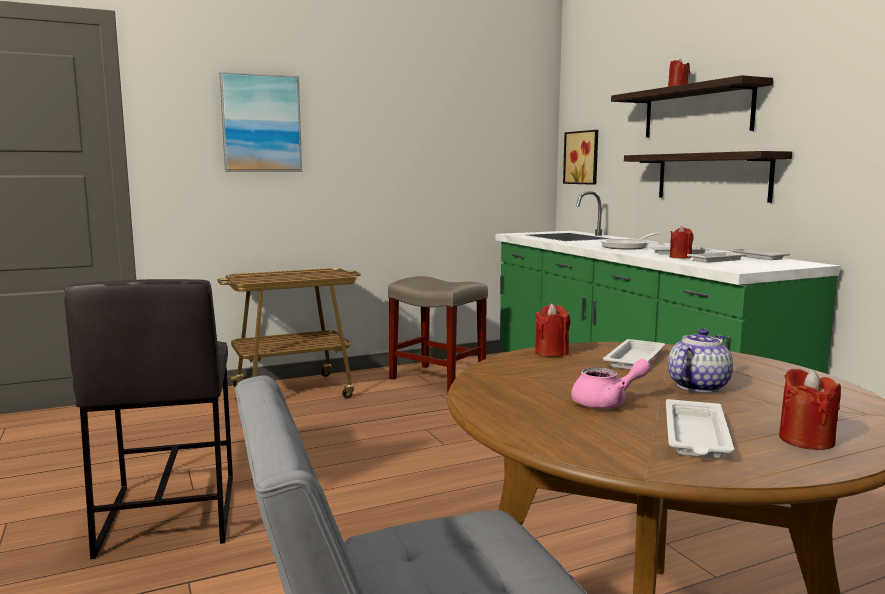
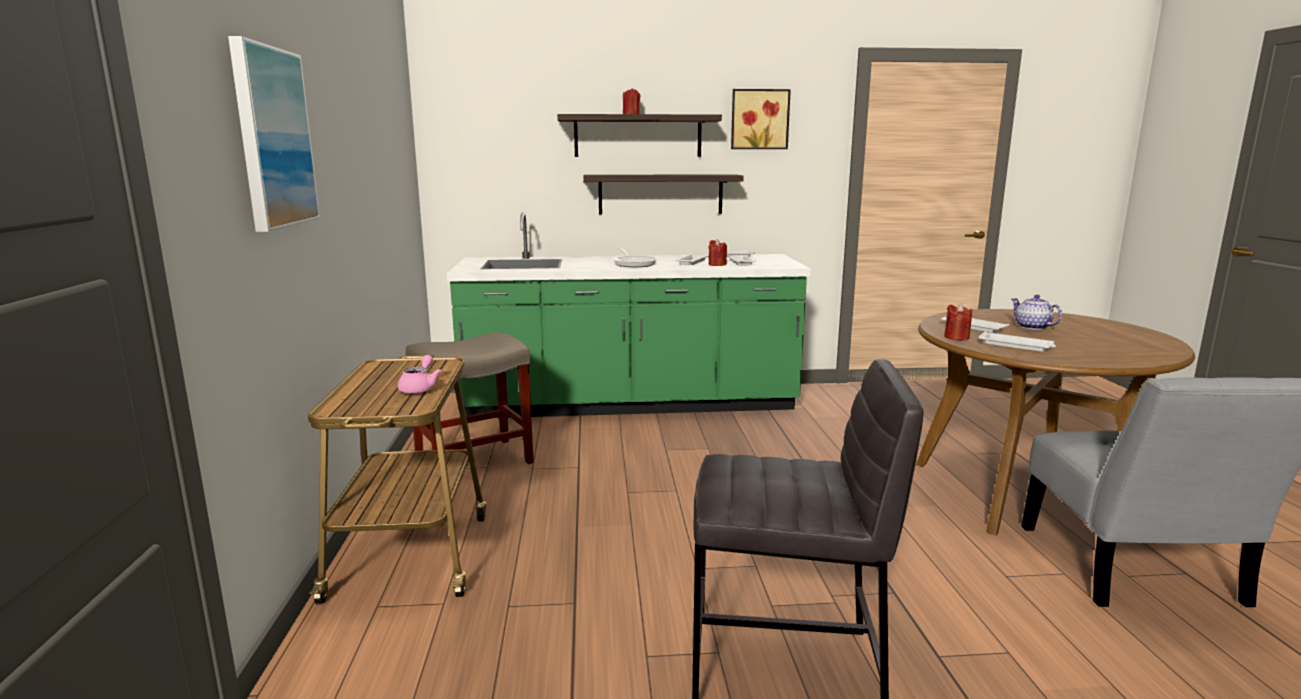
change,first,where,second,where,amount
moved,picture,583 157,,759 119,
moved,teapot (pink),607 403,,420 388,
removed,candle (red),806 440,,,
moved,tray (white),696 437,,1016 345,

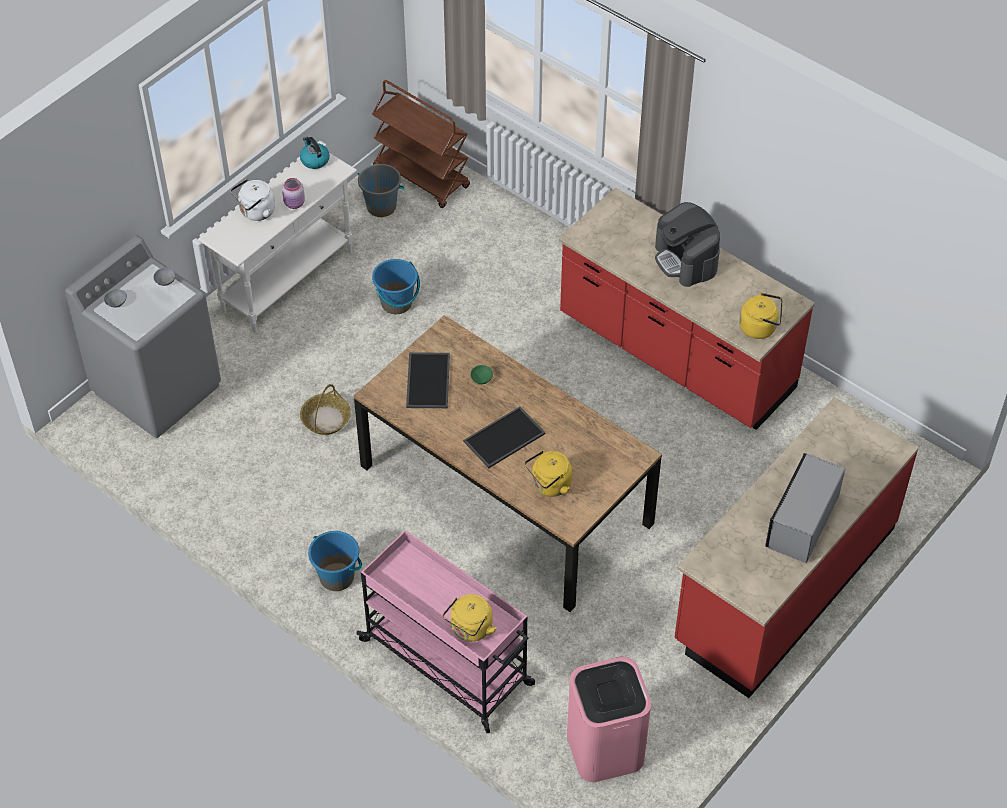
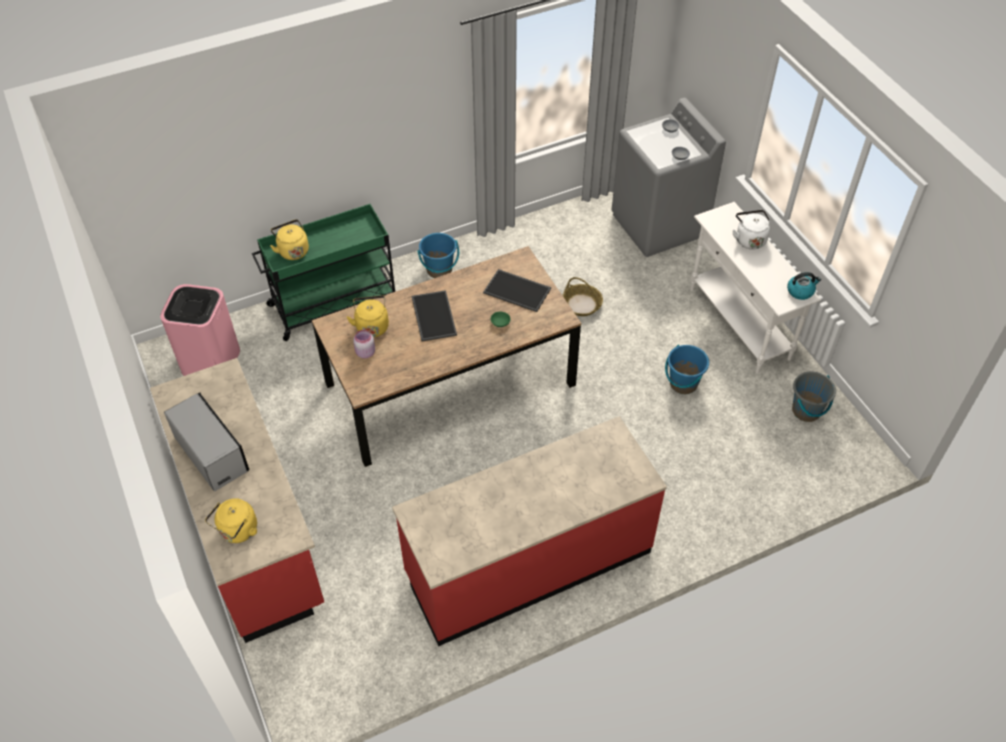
change,first,where,second,where,amount
removed,cart (brown),422 177,,,
moved,jar (pink),294 204,,365 352,
removed,coffee machine,686 260,,,
moved,kettle (yellow),760 327,,237 531,
recoloured,cart (pink),448 663,cart (green),333 303,

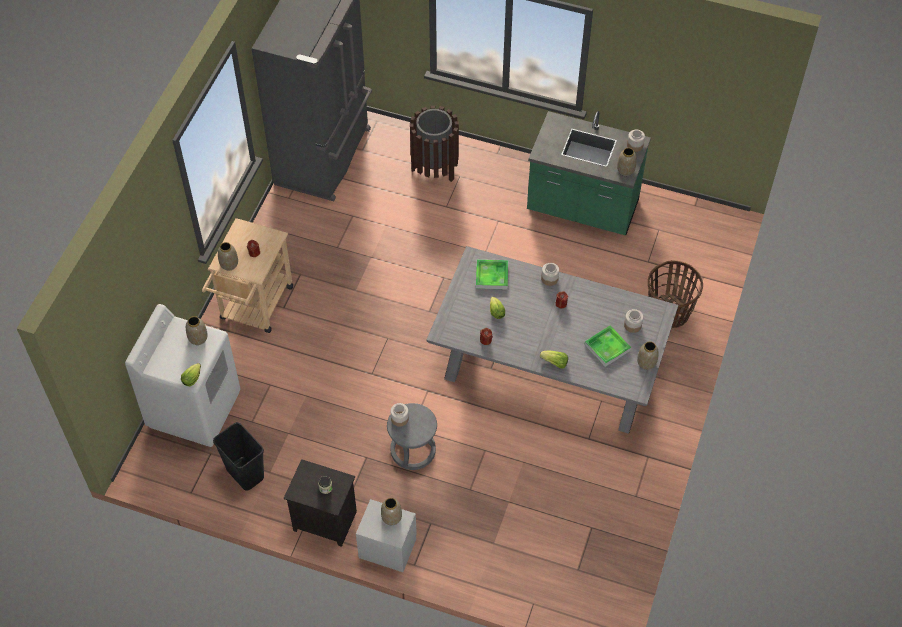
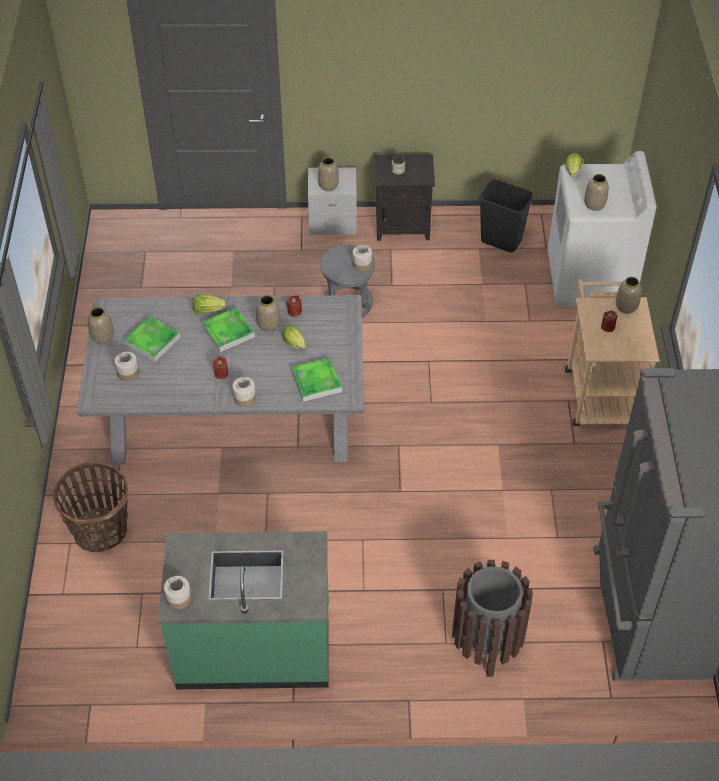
change,first,where,second,where,amount
moved,vase,625 170,,269 325,
added,,,tray,228 332,

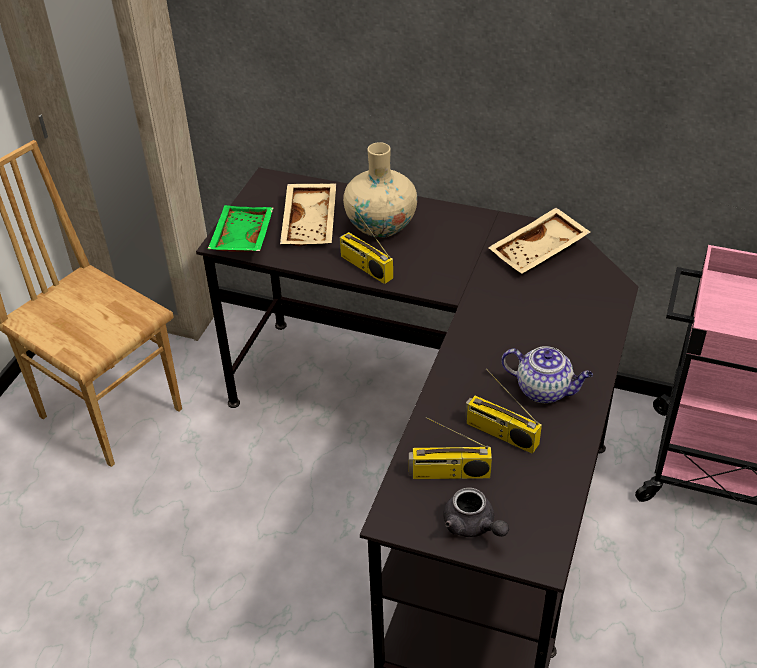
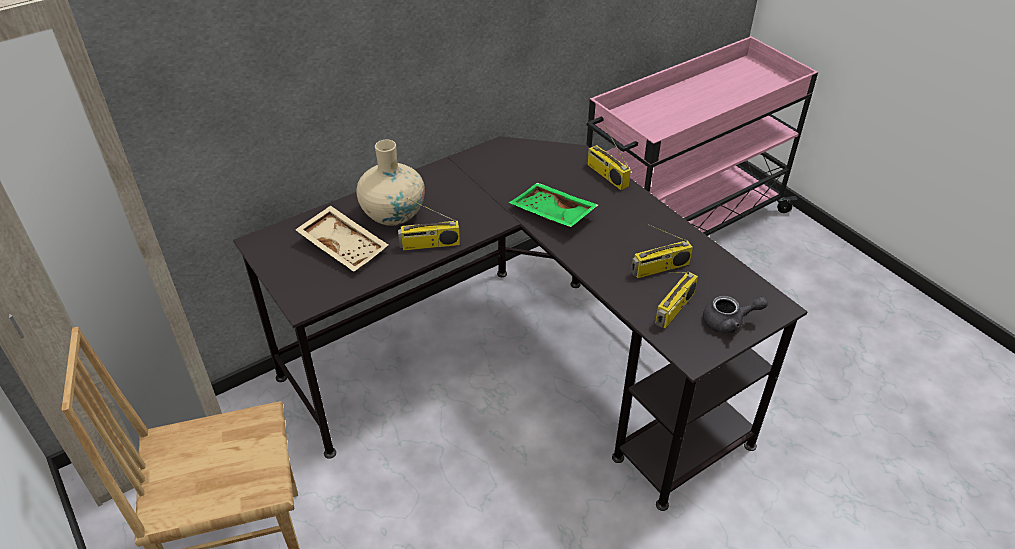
change,first,where,second,where,amount
moved,tray (green),241 238,,551 214,
removed,tray (beige),539 251,,,
removed,teapot,545 390,,,
added,,,radio,606 175,

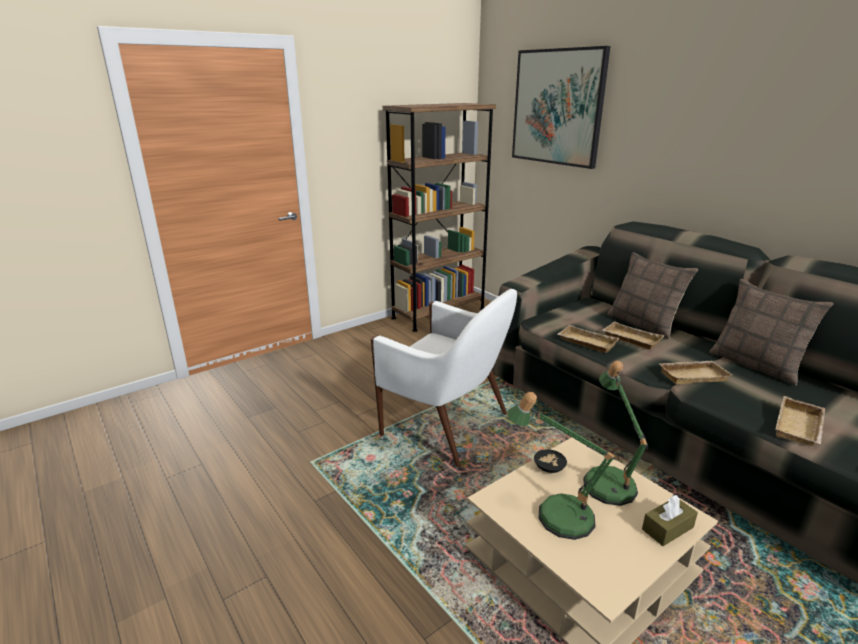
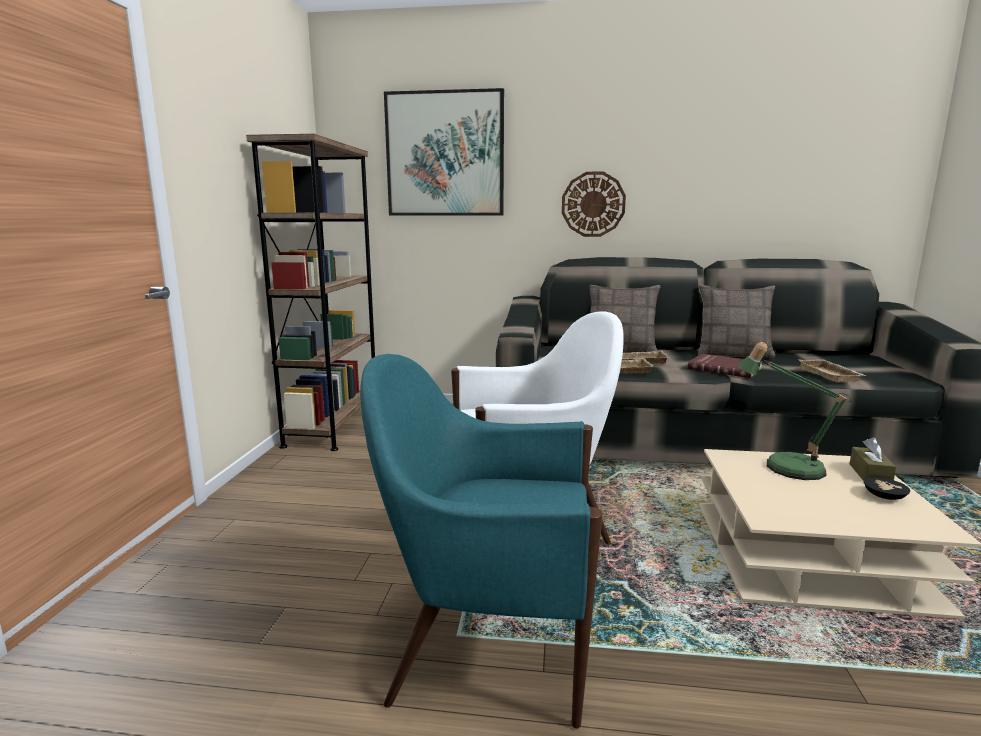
change,first,where,second,where,amount
replaced,tray (beige),692 375,book (red),725 368,
removed,table lamp,556 512,,,
moved,bowl (black),548 467,,884 497,
added,,,wall clock,593 204,
added,,,armchair (turquoise),487 639,

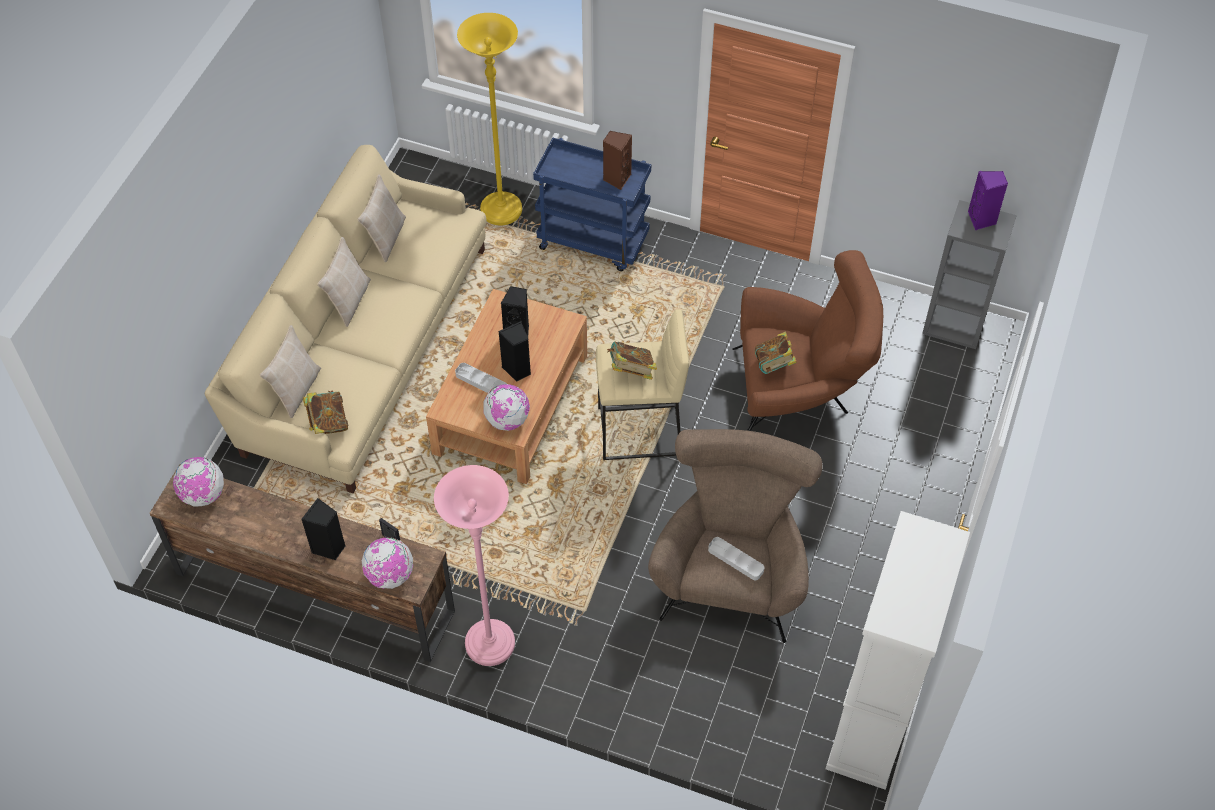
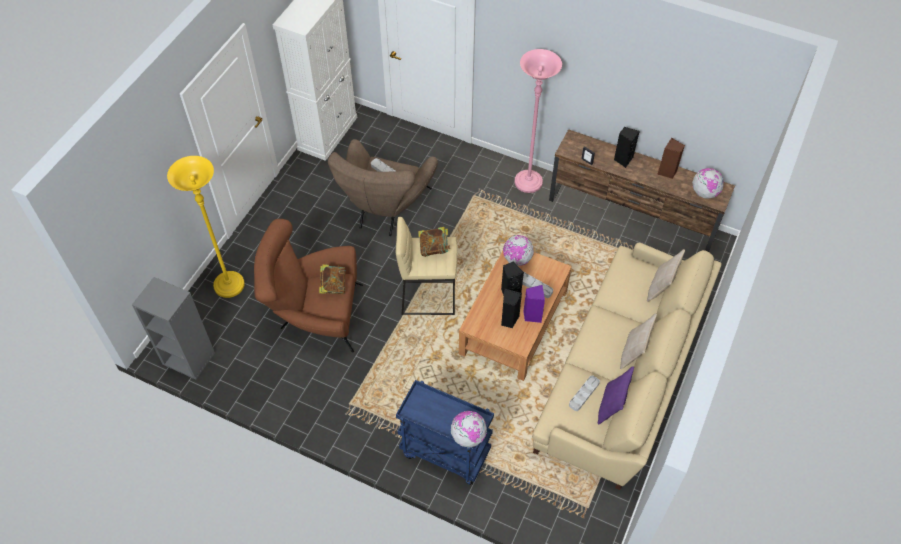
change,first,where,second,where,amount
moved,floor lamp (yellow),501 210,,229 285,
moved,speaker (brown),616 178,,667 172,
moved,speaker (purple),982 220,,532 315,
recoloured,pillow (beige),386 237,pillow (purple),611 406,
removed,book,327 423,,,
moved,globe,390 576,,468 436,
added,,,tray (grey),584 394,

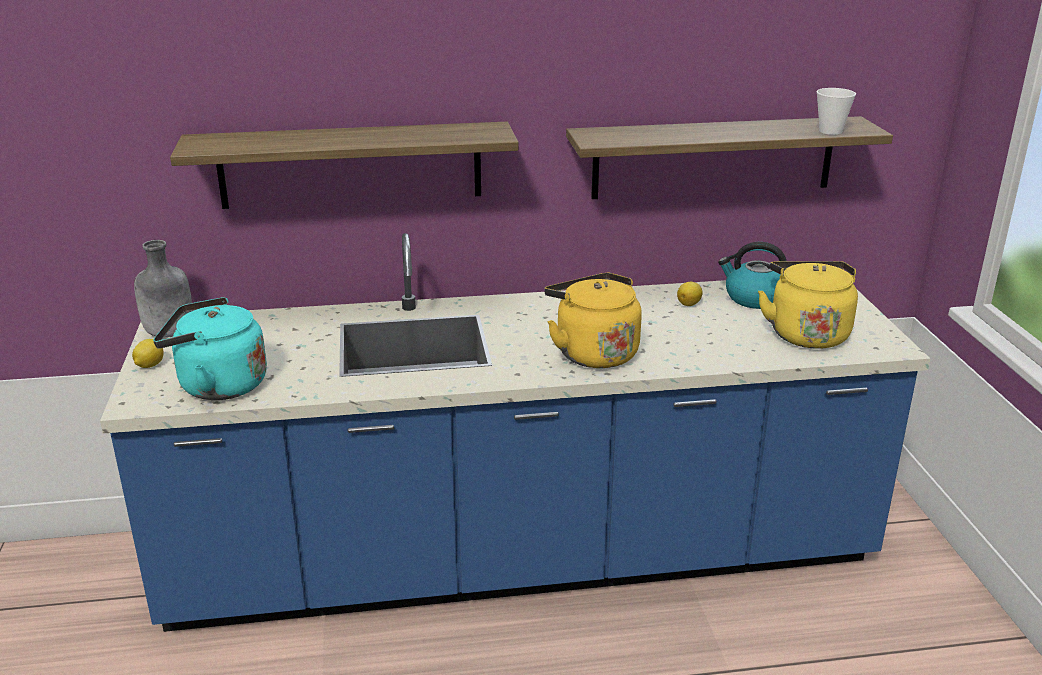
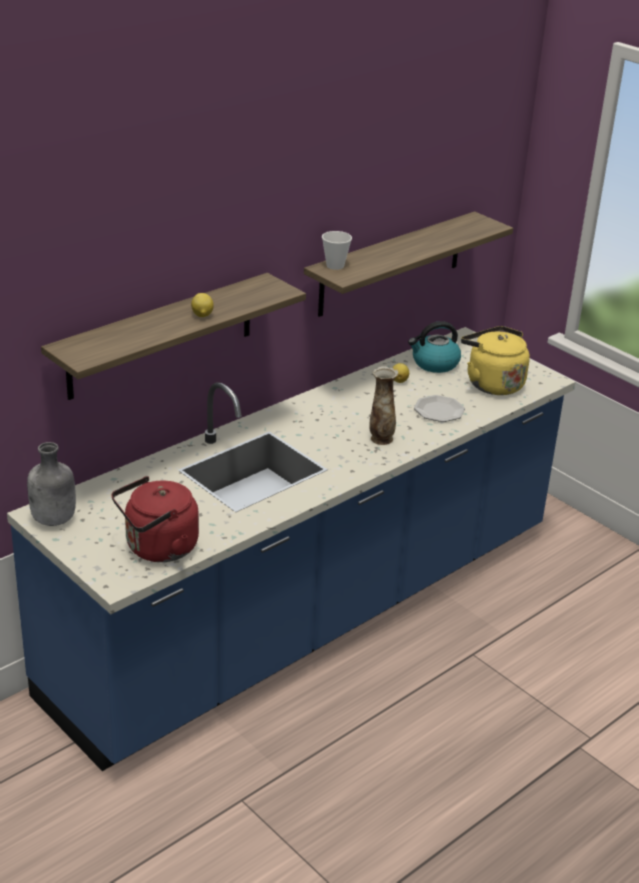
change,first,where,second,where,amount
moved,cup,830 131,,335 266,
replaced,kettle (yellow),593 352,vase,380 439,
recoloured,kettle (turquoise),217 385,kettle (red),158 549,
moved,lemon,149 365,,202 315,
added,,,plate,438 411,

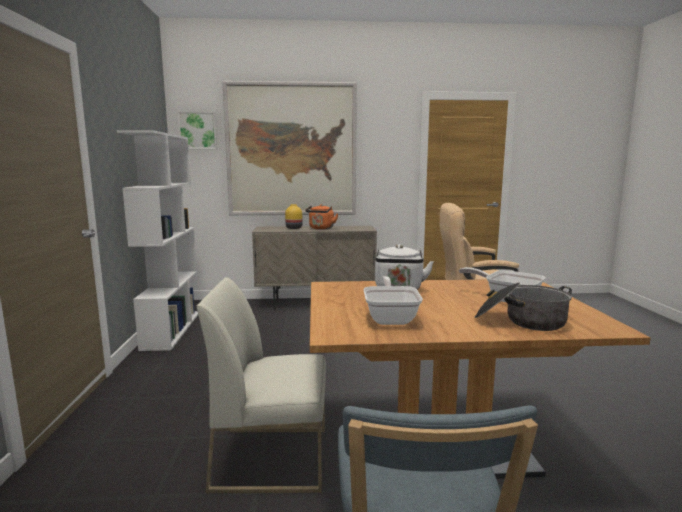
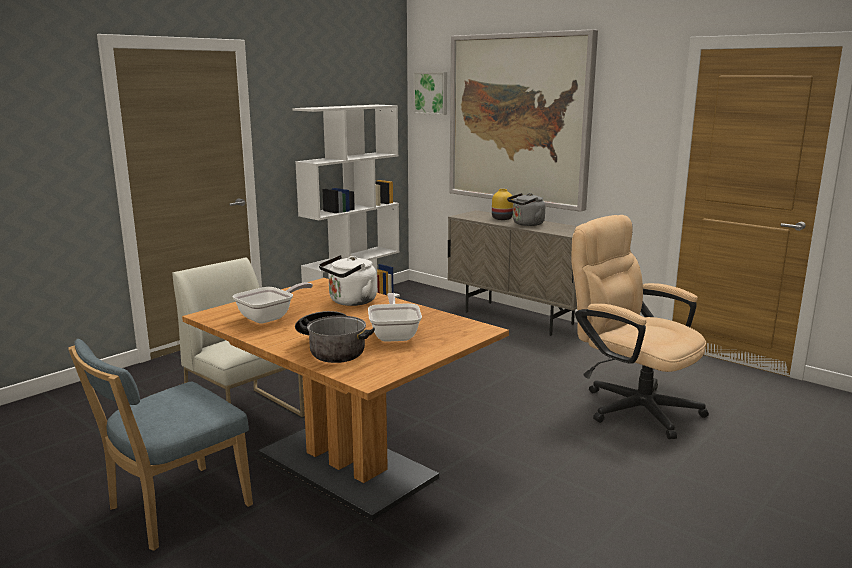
change,first,where,second,where,amount
recoloured,kettle (orange),321 228,kettle (grey),526 224,

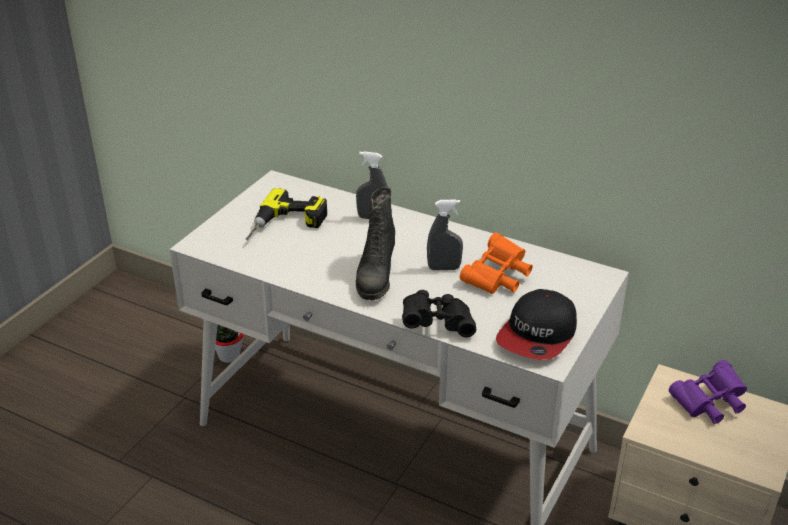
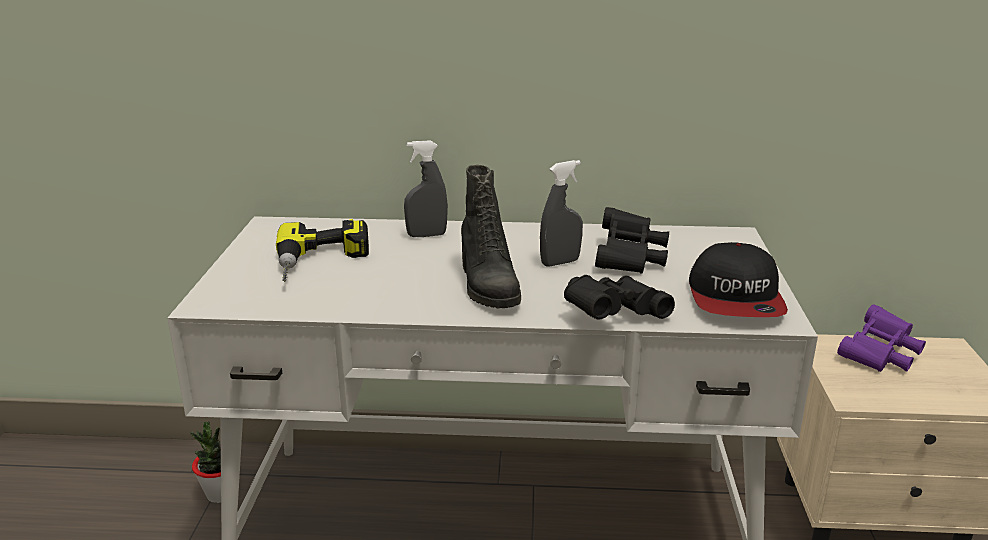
change,first,where,second,where,amount
recoloured,binoculars (orange),497 278,binoculars (black),630 259,

